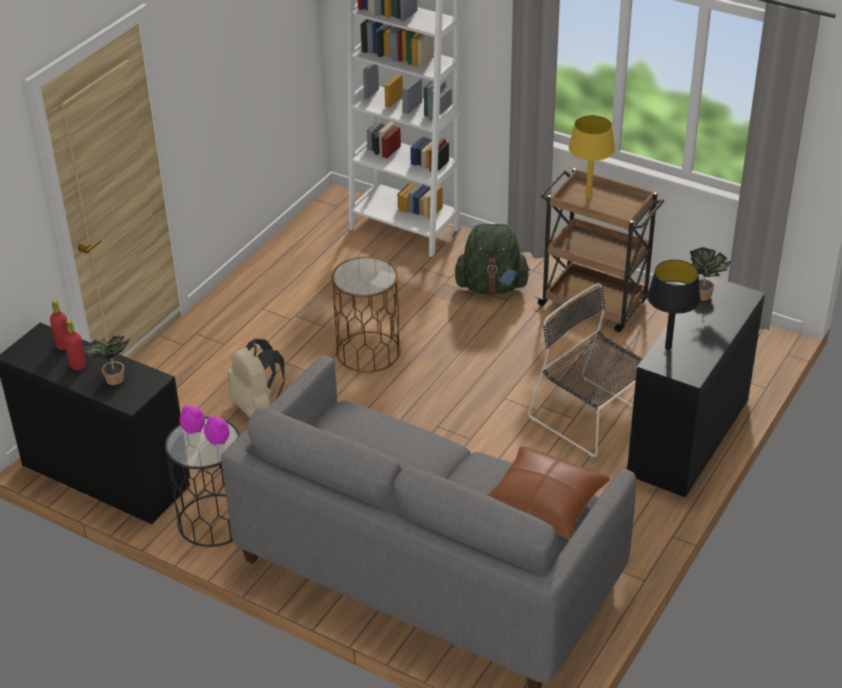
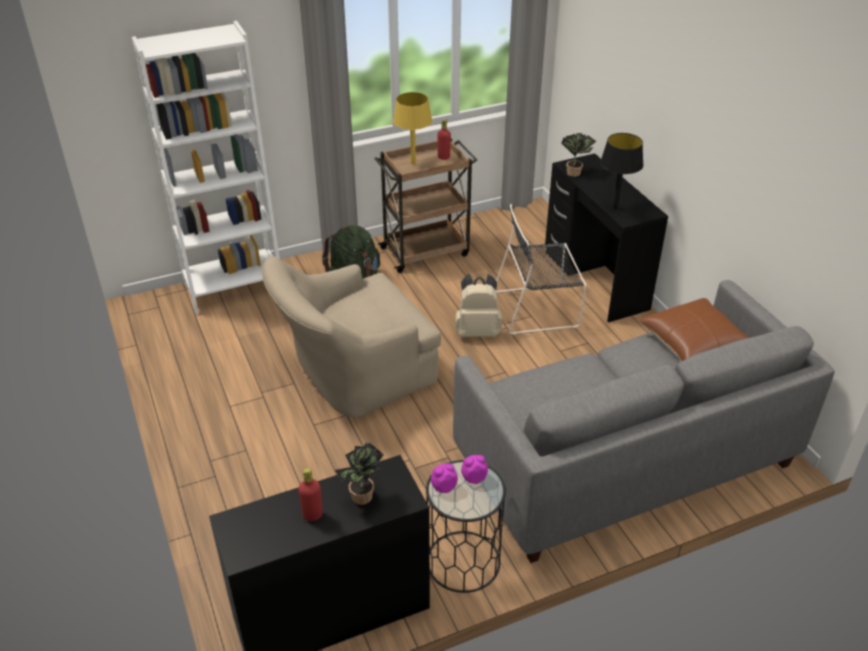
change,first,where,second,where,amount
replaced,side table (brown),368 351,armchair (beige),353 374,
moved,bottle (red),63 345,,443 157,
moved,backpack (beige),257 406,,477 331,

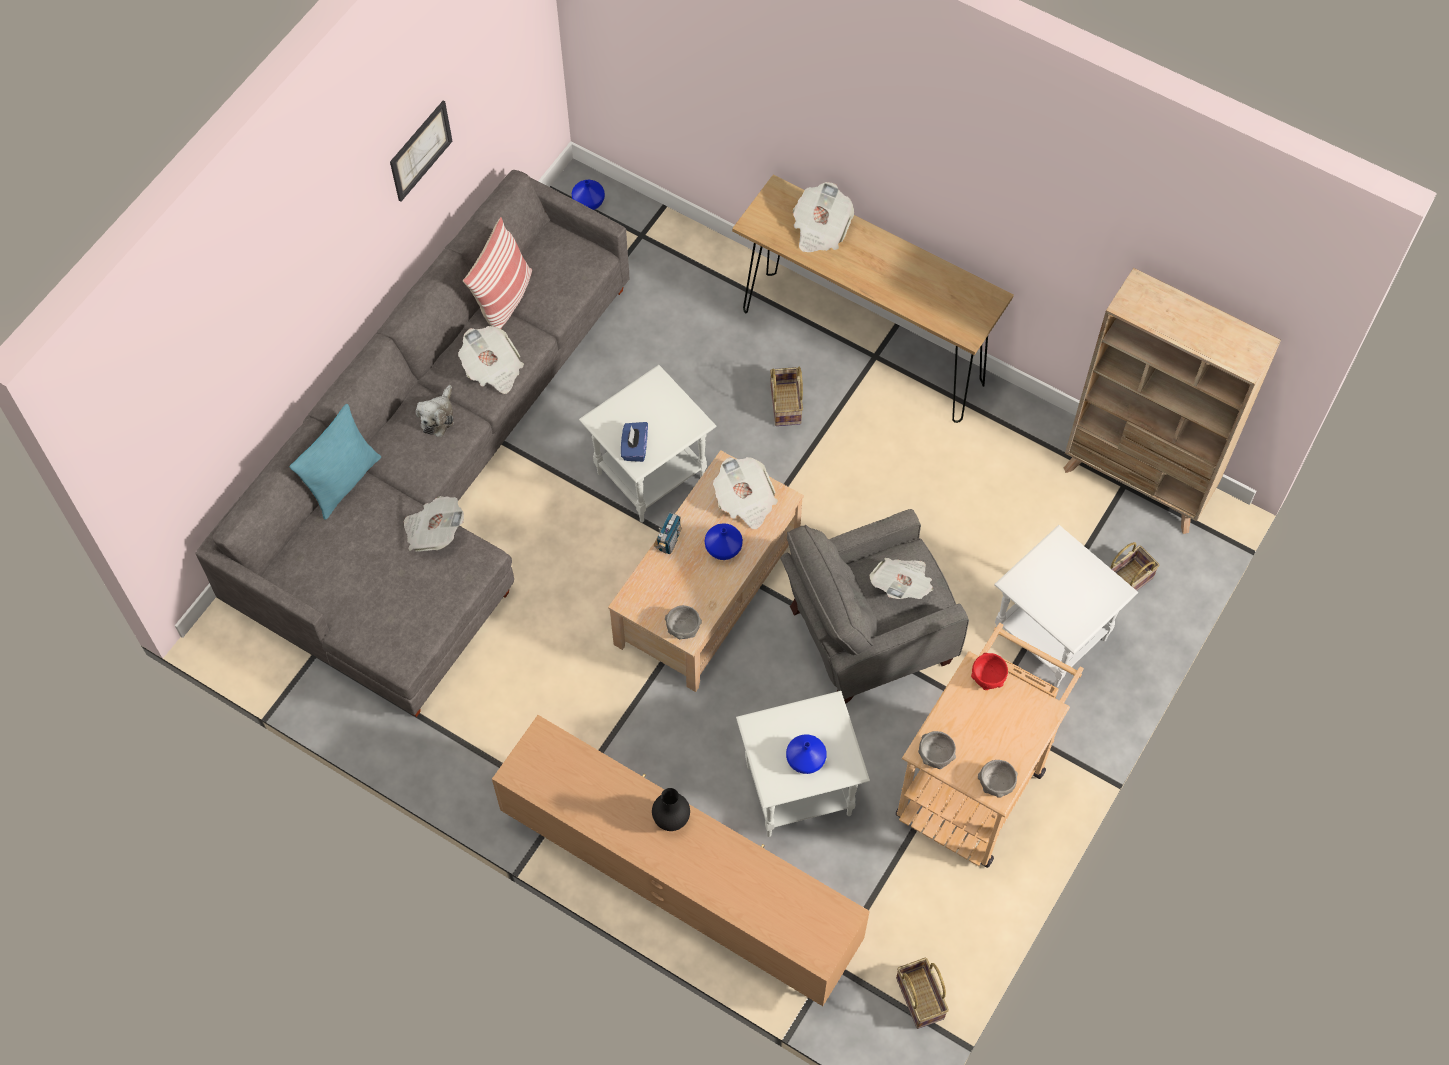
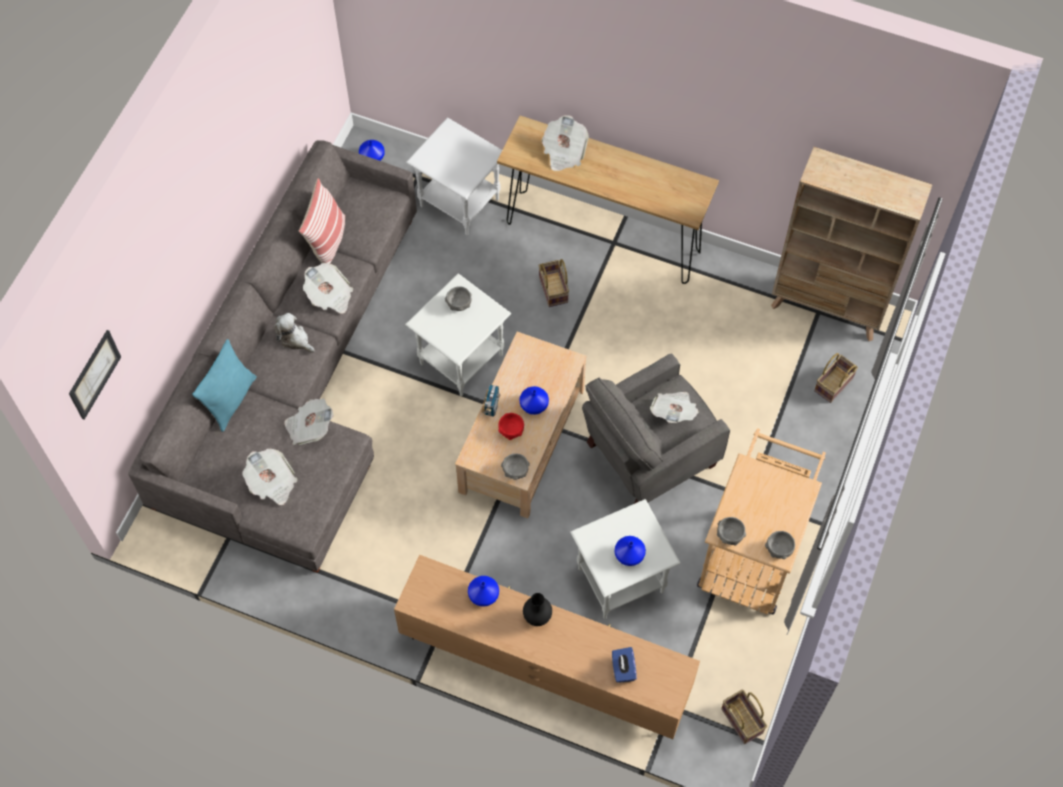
change,first,where,second,where,amount
moved,picture,420 150,,94 374,
turned,plush toy,438 417,,294 339,120 degrees clockwise
moved,tissue box (blue),634 448,,623 669,
moved,newspaper,745 501,,272 483,
moved,side table (white),1049 635,,458 202,
moved,bowl (red),987 677,,511 430,
added,,,bowl (grey),459 304,
added,,,vase (blue),484 595,

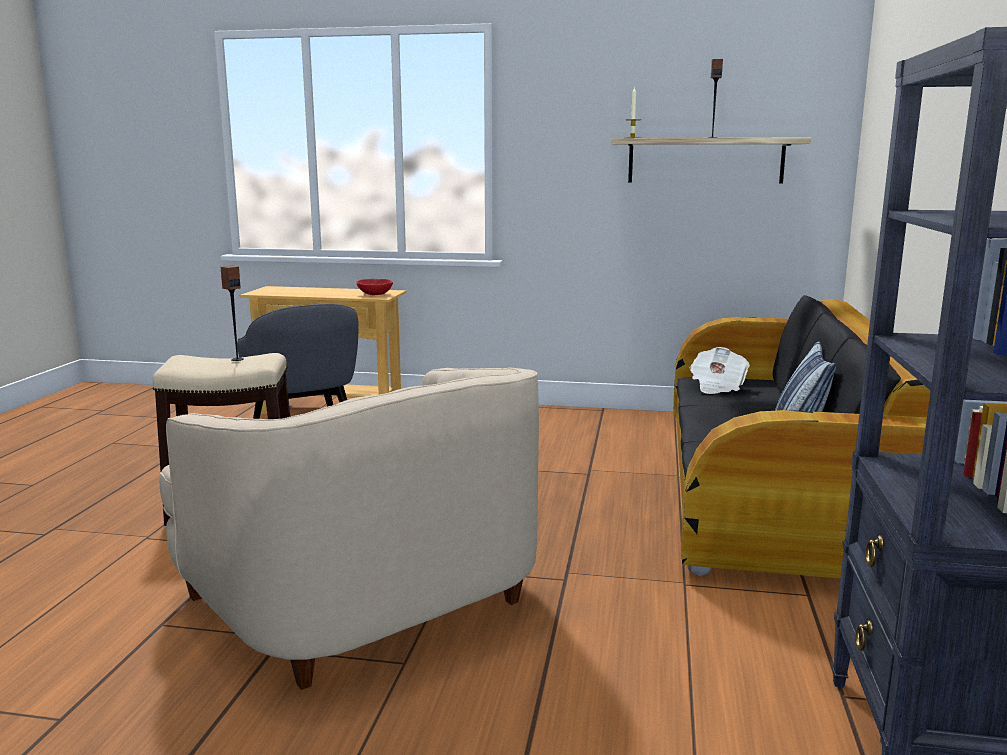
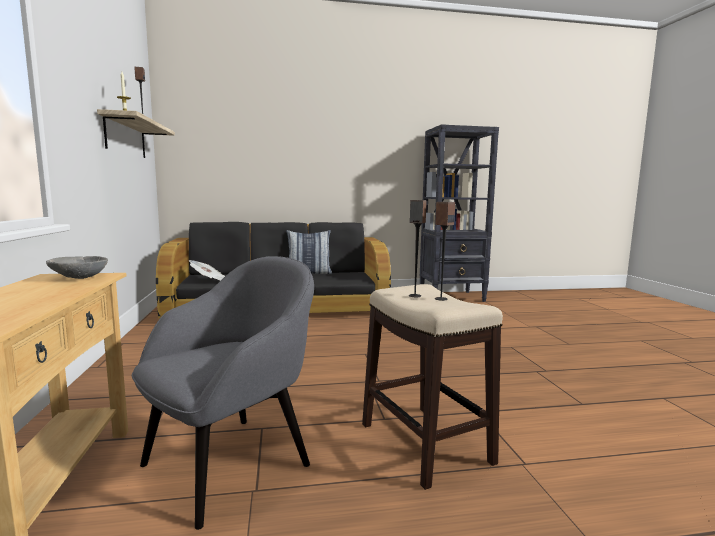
change,first,where,second,where,amount
recoloured,bowl (red),374 294,bowl (grey),78 278,
removed,armchair (beige),364 595,,,
added,,,speaker,440 299,

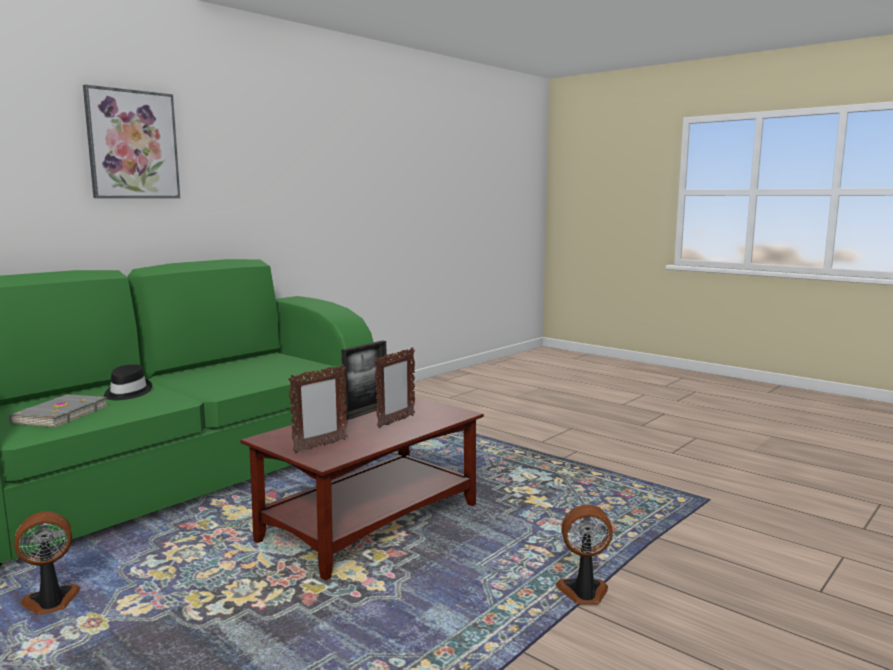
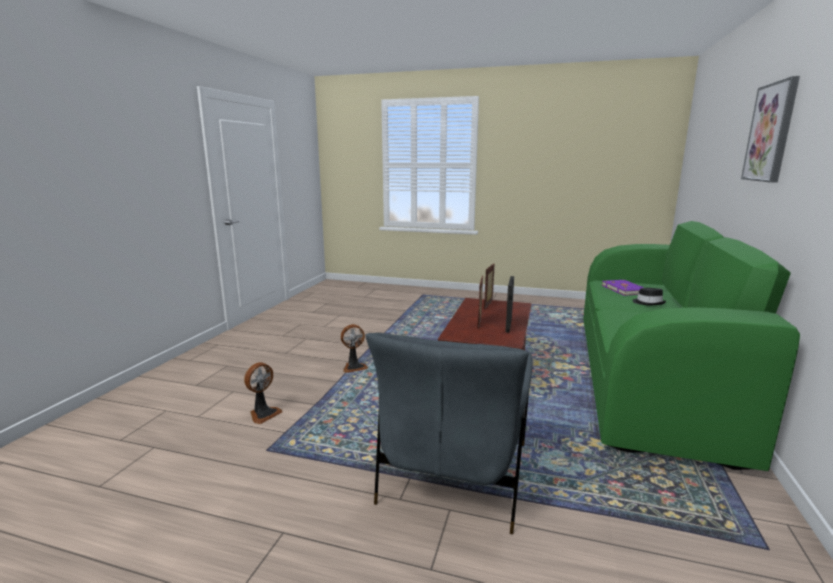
change,first,where,second,where,amount
recoloured,book (grey),59 414,book (purple),624 289,
moved,fan,51 602,,263 414,
added,,,armchair (grey),455 474,

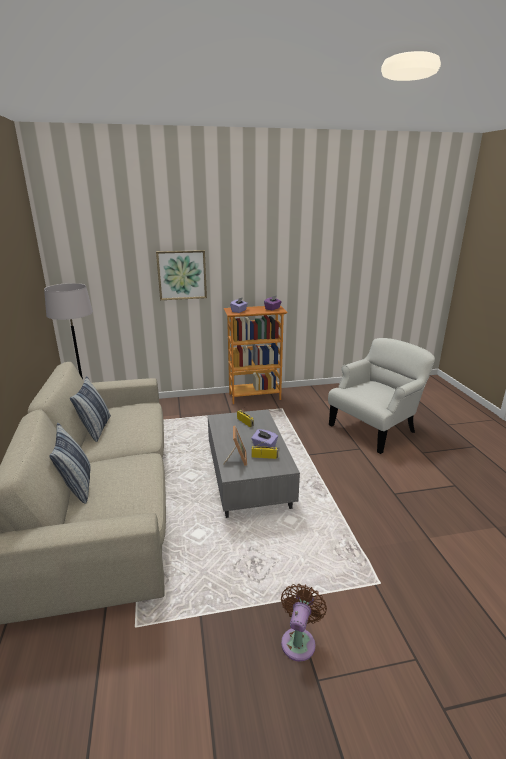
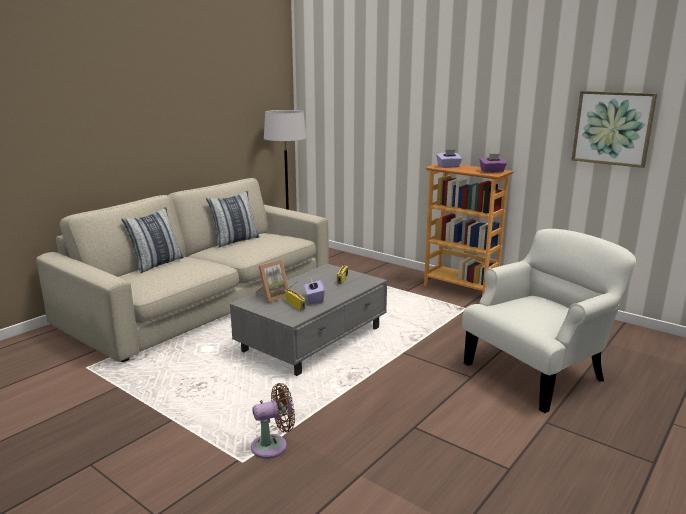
change,first,where,second,where,amount
moved,picture,182 275,,612 128,
turned,armchair (white),374 428,,537 372,45 degrees counterclockwise
moved,fan (brown),299 640,,273 446,

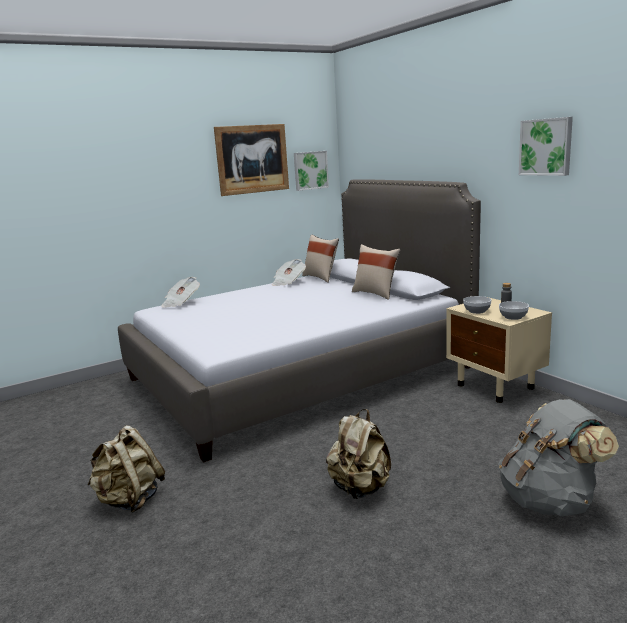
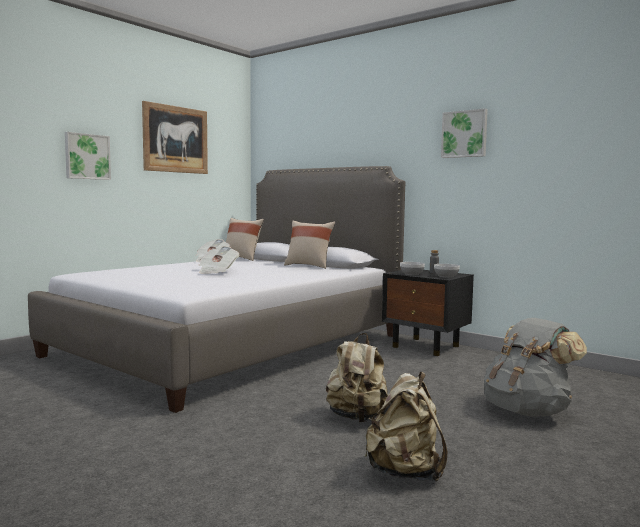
change,first,where,second,where,amount
moved,picture,310 170,,87 156,
moved,newspaper,181 303,,217 272,
recoloured,nightstand (beige),496 387,nightstand (black),426 347,
moved,backpack (beige),130 500,,405 472,

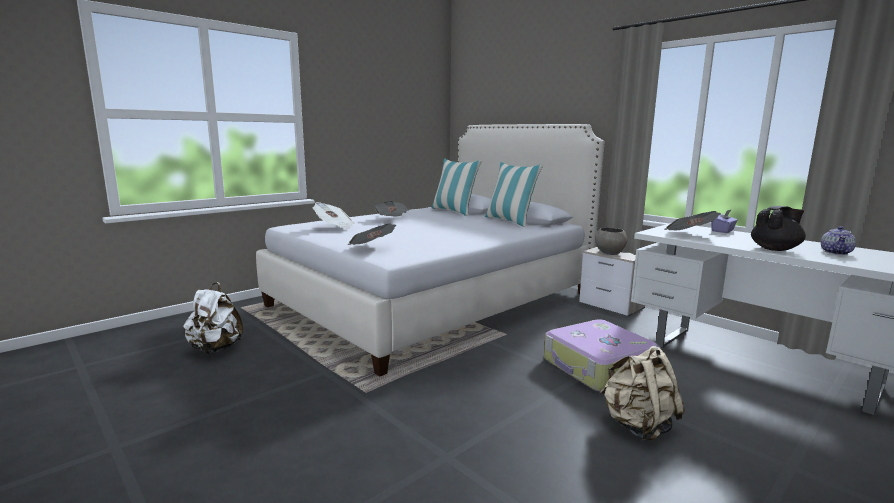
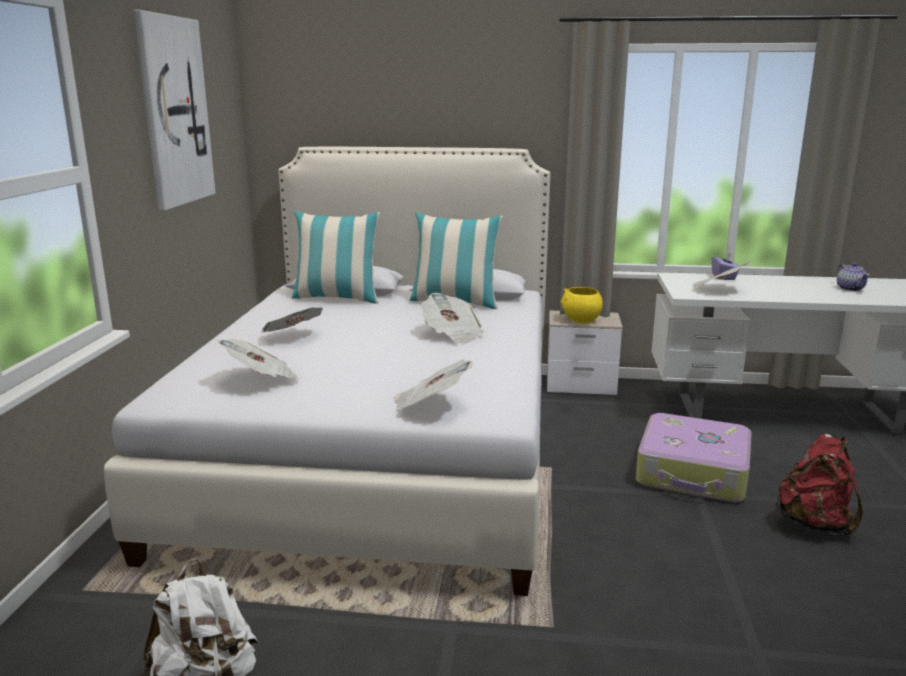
change,first,where,second,where,amount
removed,teapot (black),775 249,,,
recoloured,bowl (grey),609 253,bowl (yellow),580 321,
recoloured,backpack (beige),638 426,backpack (red),815 524,
added,,,picture,174 111,
added,,,newspaper,452 335,

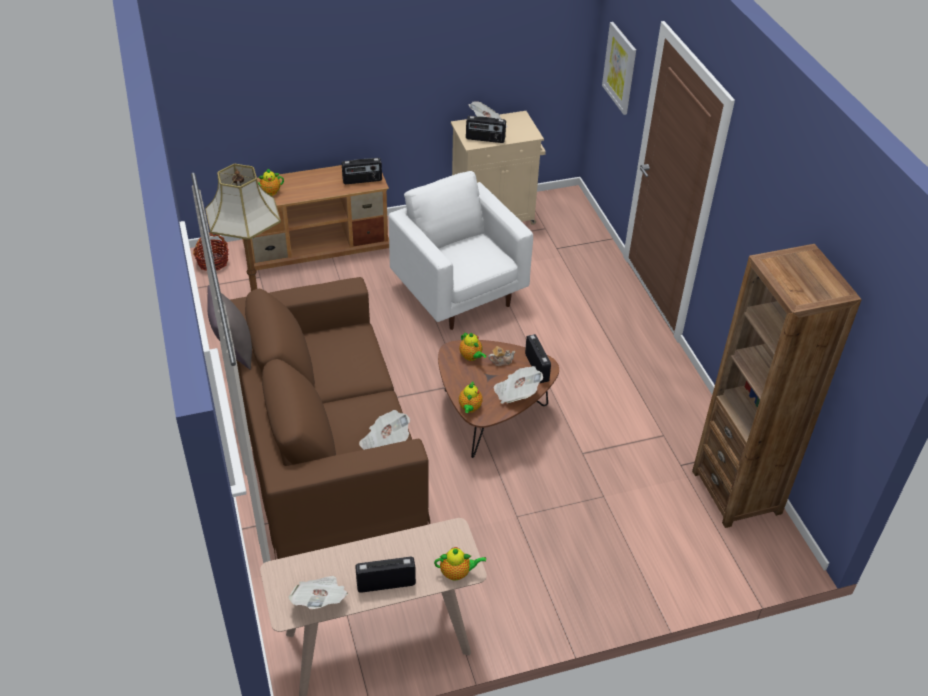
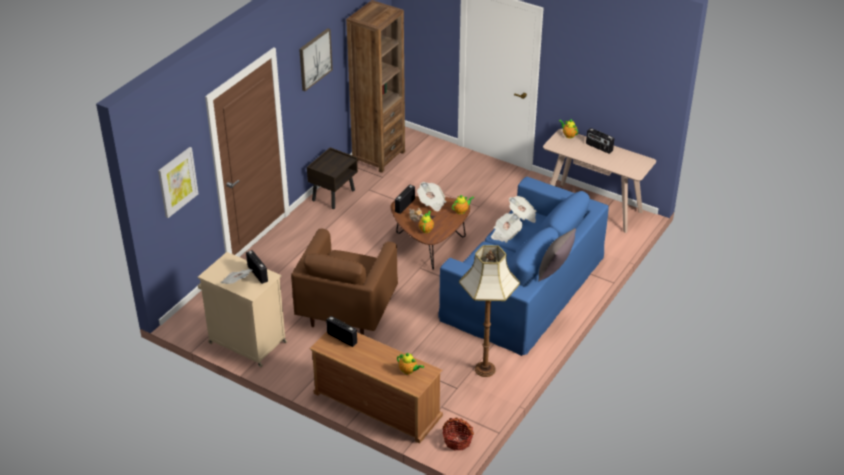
change,first,where,second,where,amount
recoloured,armchair (white),459 293,armchair (brown),347 311,
recoloured,sofa (brown),325 444,sofa (blue),523 287,
moved,newspaper,320 600,,505 234,
added,,,picture,314 59,
added,,,nightstand (brown),333 195,

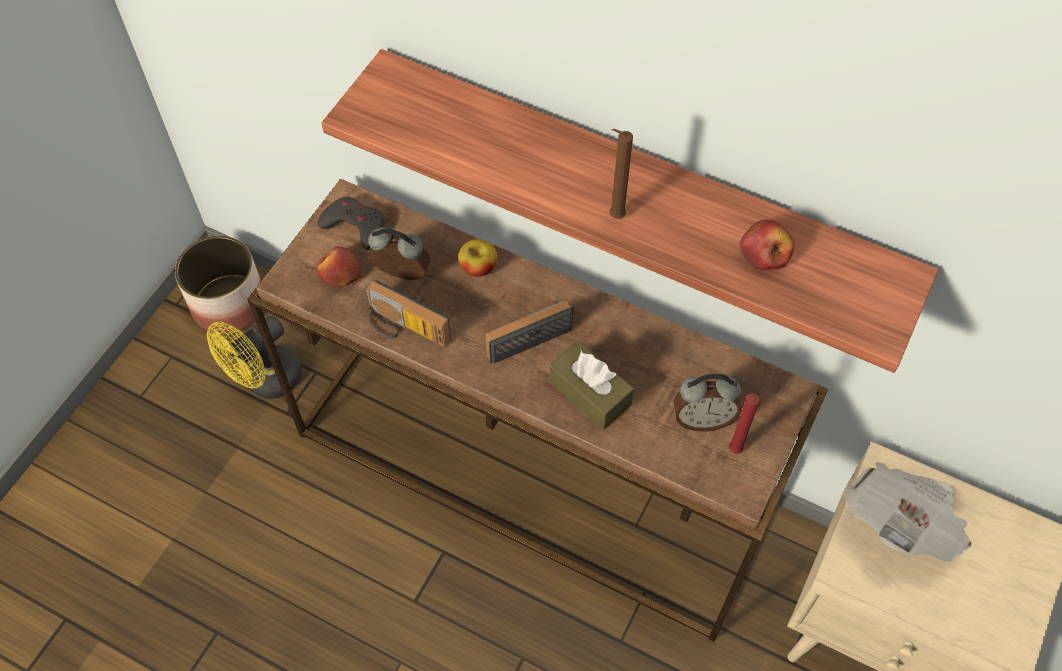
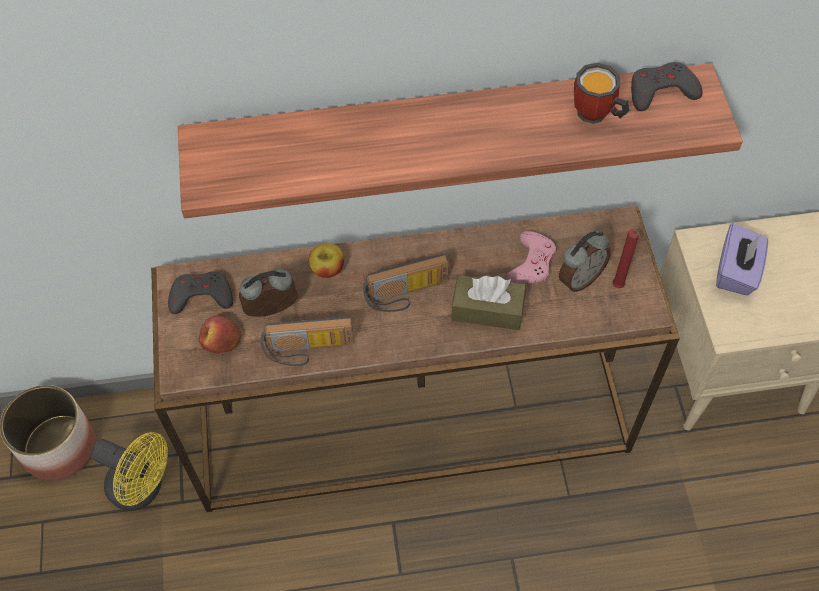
change,first,where,second,where,amount
removed,candle (brown),614 217,,,
replaced,apple,765 252,mug,595 116,
turned,radio,528 334,,407 295,135 degrees counterclockwise
turned,fan (yellow),265 381,,143 488,75 degrees counterclockwise
replaced,newspaper,902 522,tissue box (purple),736 272,
added,,,game controller (grey),661 91,
added,,,game controller (pink),531 263,

